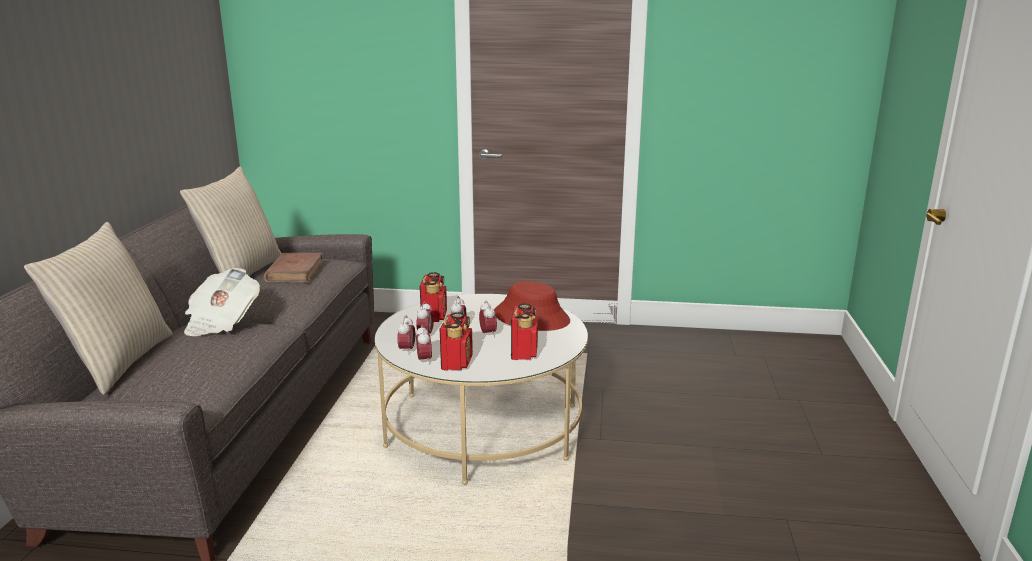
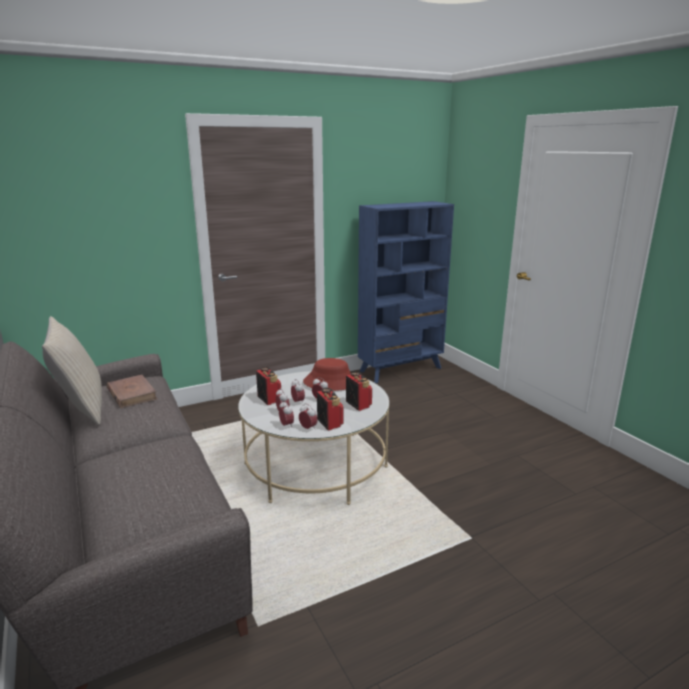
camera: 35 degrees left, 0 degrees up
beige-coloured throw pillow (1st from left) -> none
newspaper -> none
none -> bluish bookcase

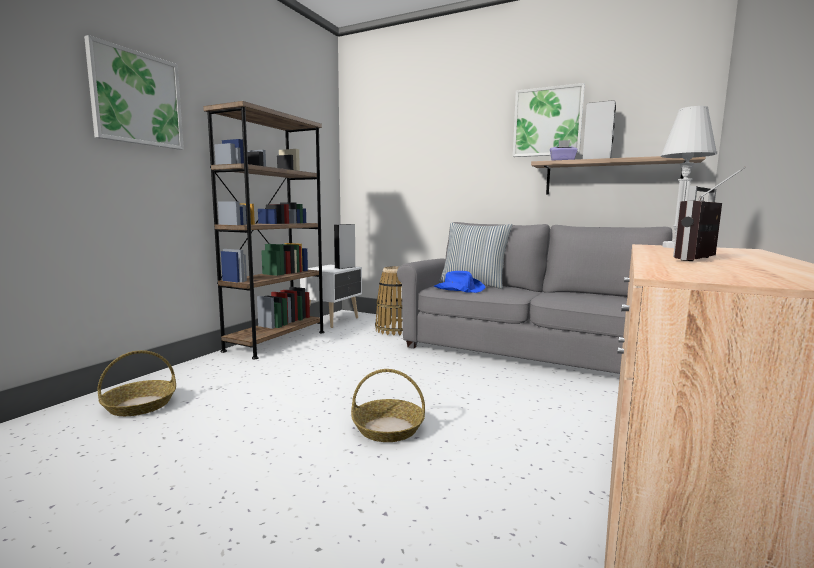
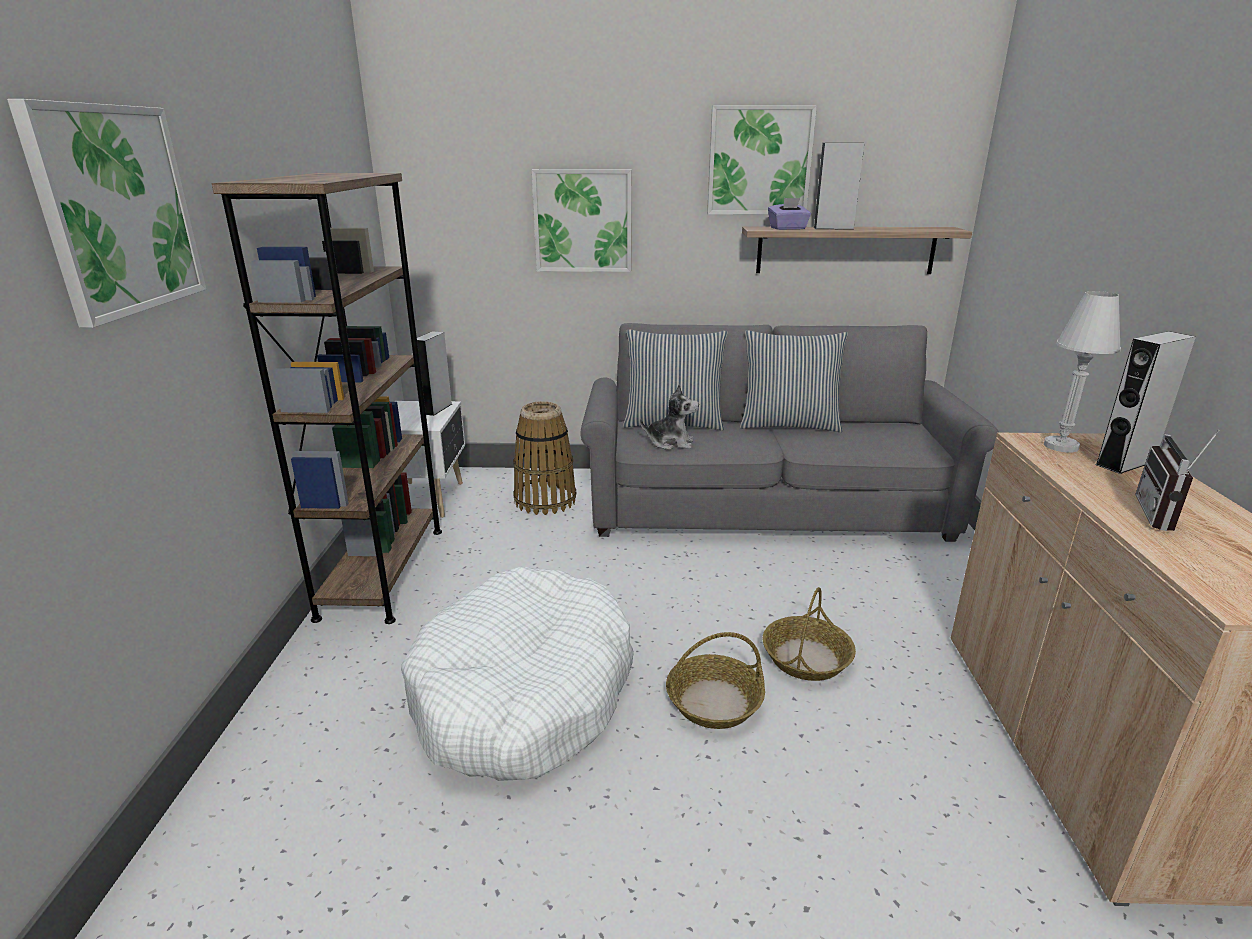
camera: 25 degrees left, 15 degrees up
storage basket (1st from left in the first image) -> storage basket (3rd from left), move
bluish wearable hat -> soft toy
none -> white-coloured dog bed
none -> wall art (2nd from left)
none -> throw pillow (2nd from left)
none -> greyish loudspeaker (3rd from left)

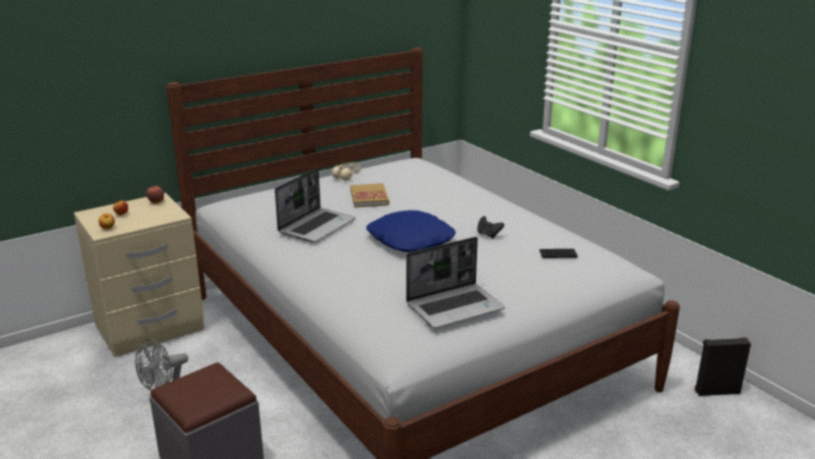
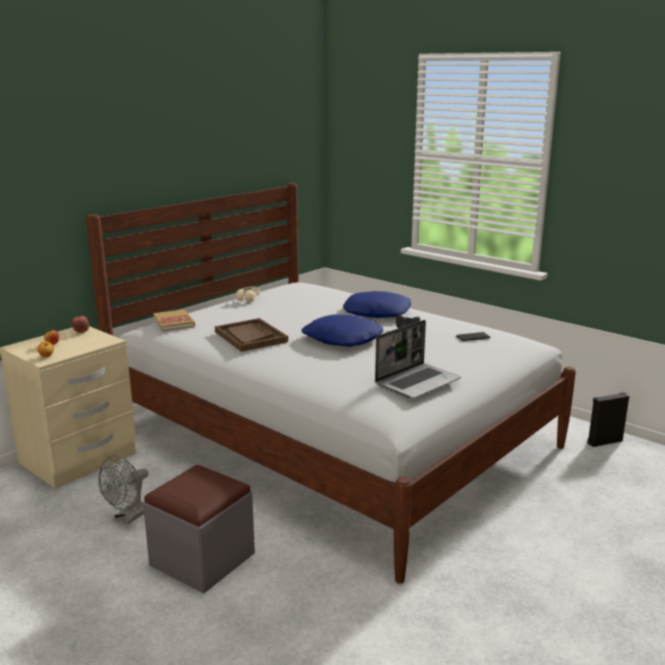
camera: 15 degrees left, 5 degrees down
portable computer (1st from left) -> brown-coloured tray
book, move
none -> bluish throw pillow (2nd from left)

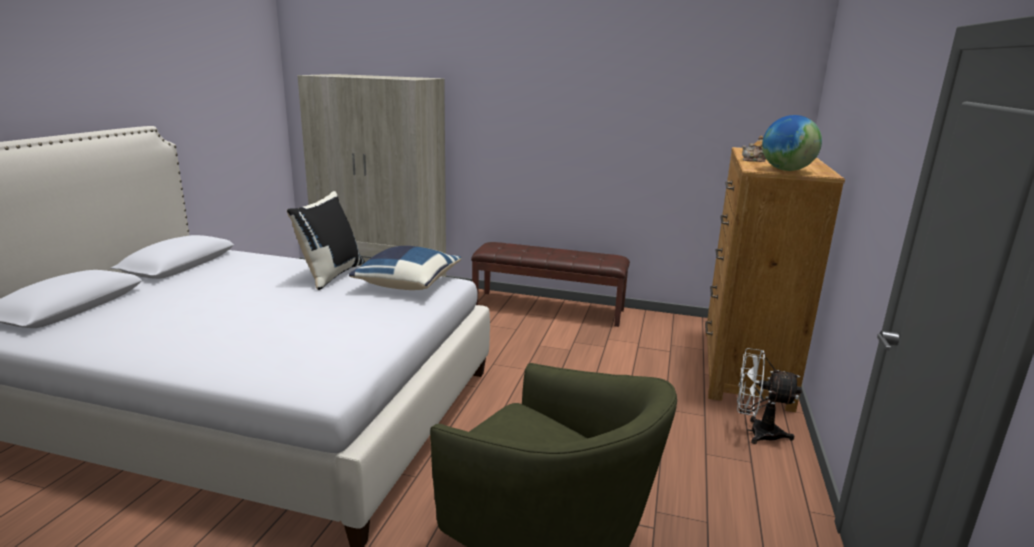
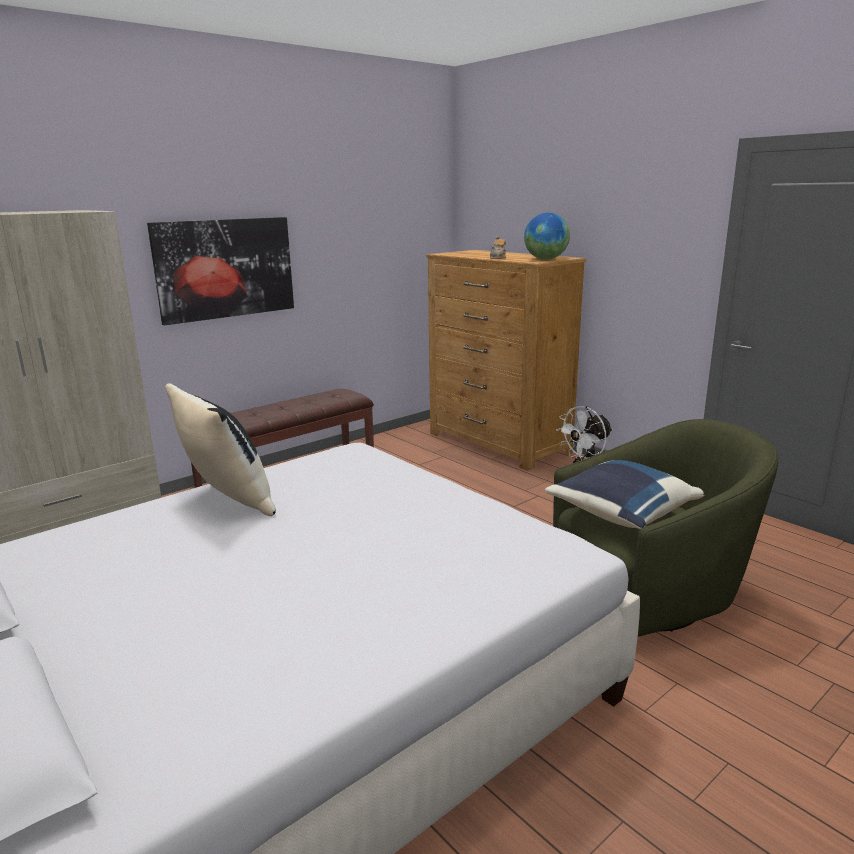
camera: 55 degrees left, 0 degrees up
bluish throw pillow, move
none -> wall art

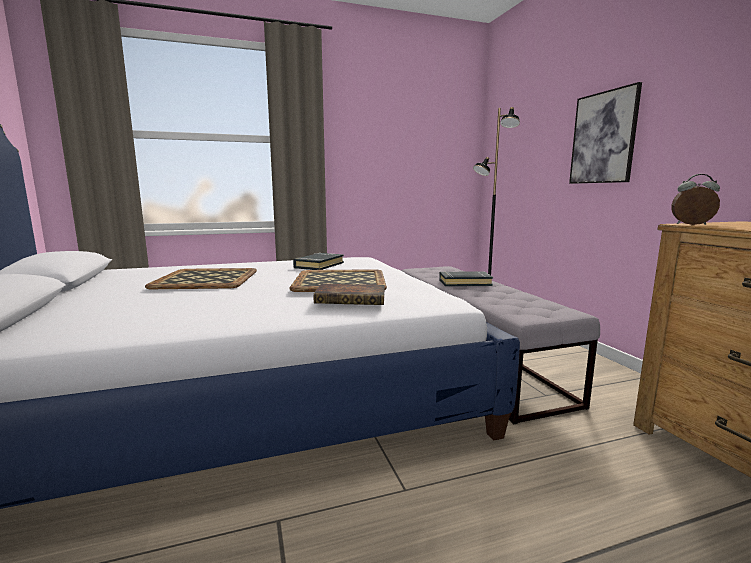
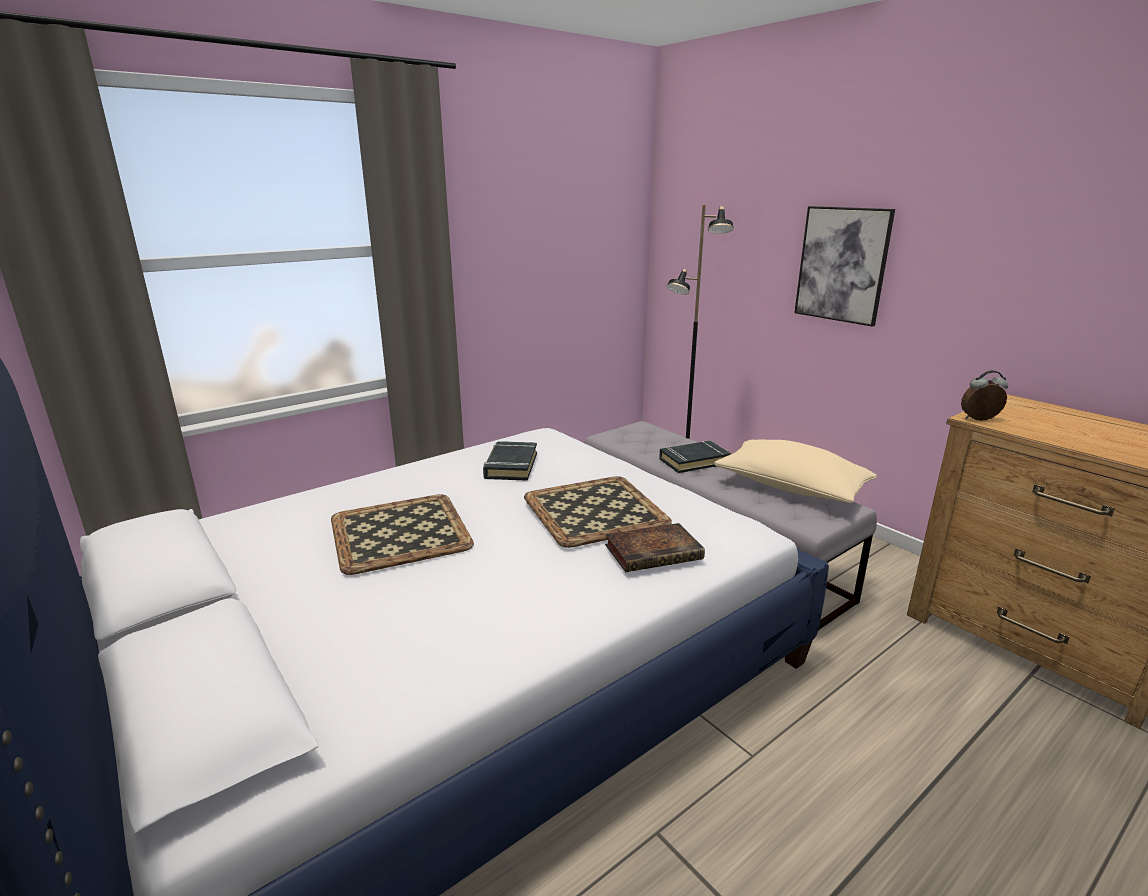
camera: 20 degrees left, 10 degrees up
none -> beige-coloured throw pillow

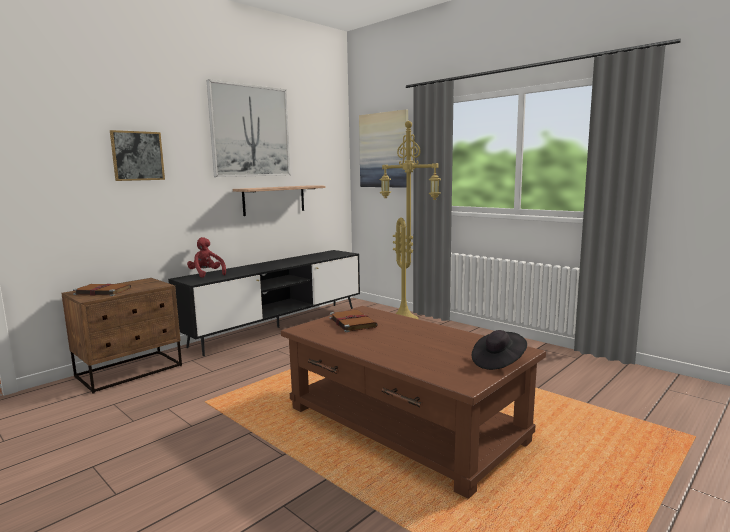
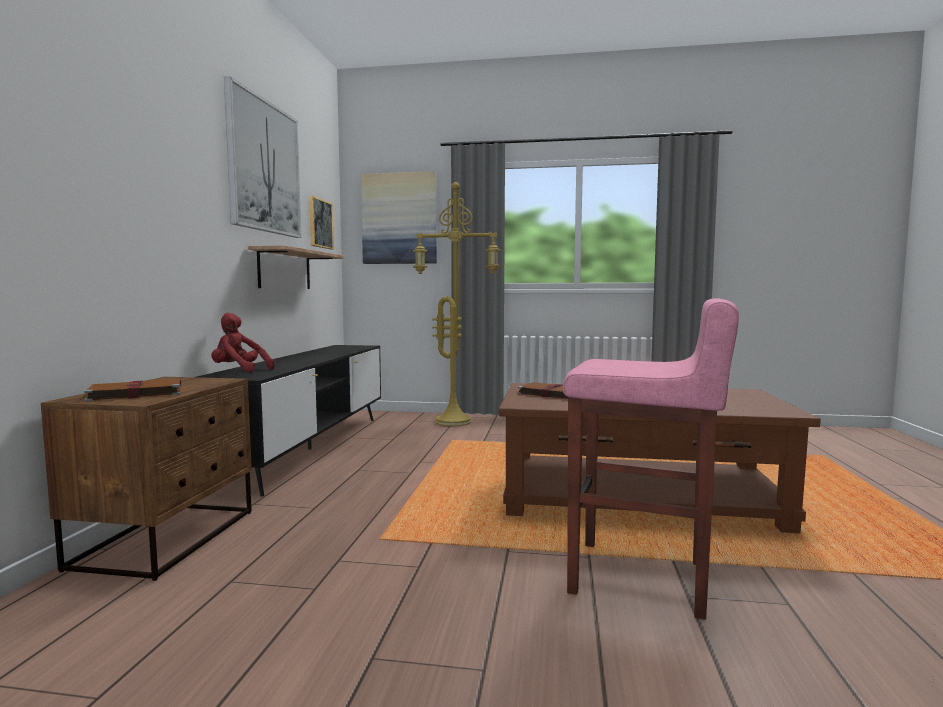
camera: 35 degrees left, 5 degrees down
wall art (1st from left in the first image) -> wall art (2nd from left), move
black-coloured wearable hat -> none
none -> pink-coloured stool

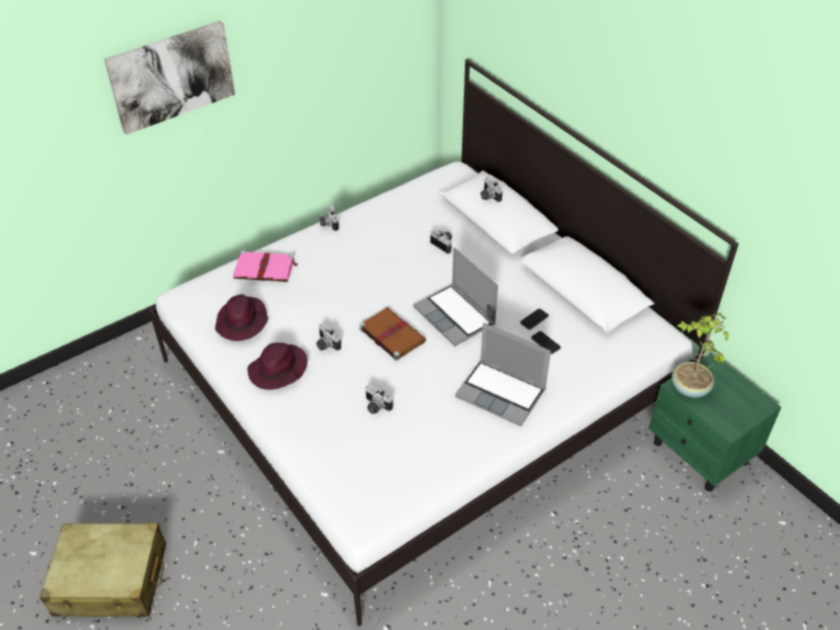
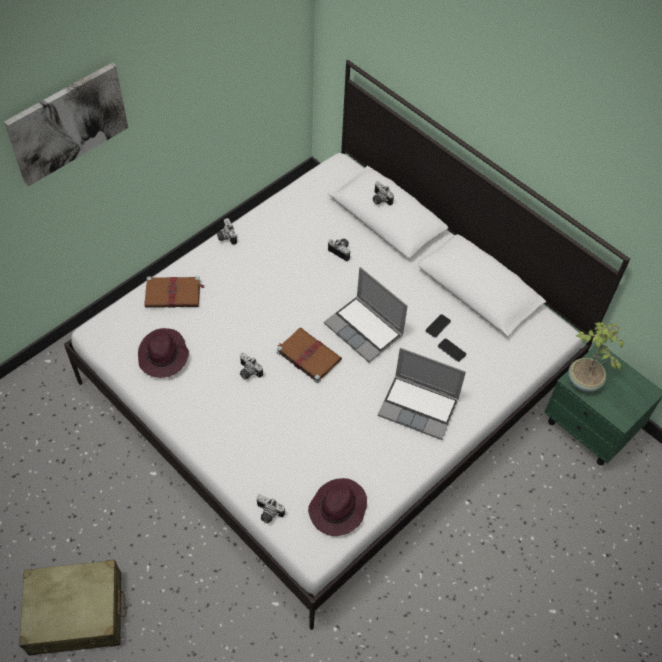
camera: 10 degrees left, 10 degrees up
pink-coloured book -> brown-coloured book (1st from left)
purple wearable hat (2nd from left), move
photo camera (3rd from left), move

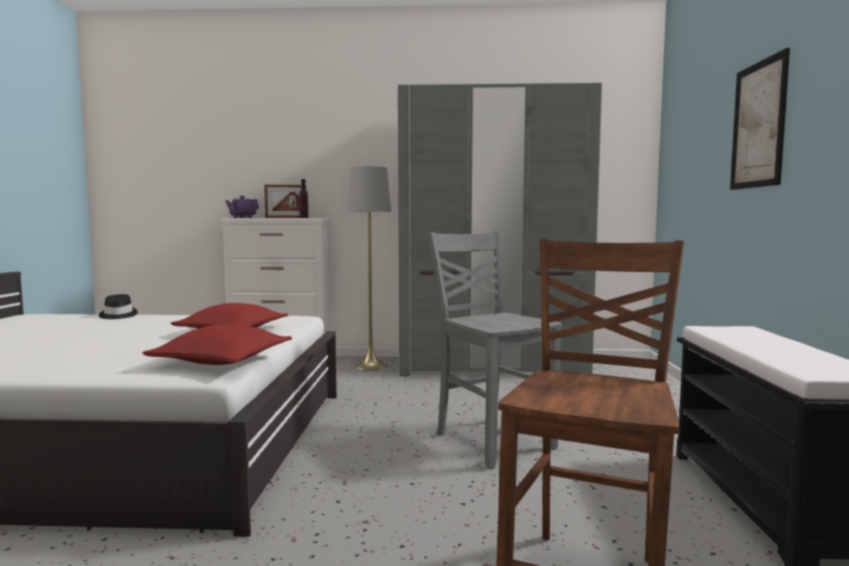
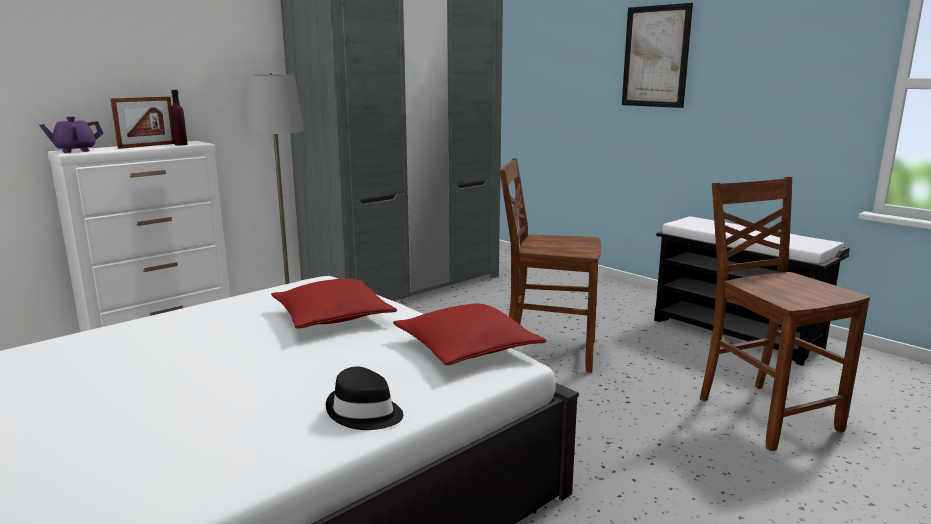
camera: 45 degrees left, 10 degrees up
black-coloured wearable hat, move
greyish chair -> brown-coloured chair (1st from left)

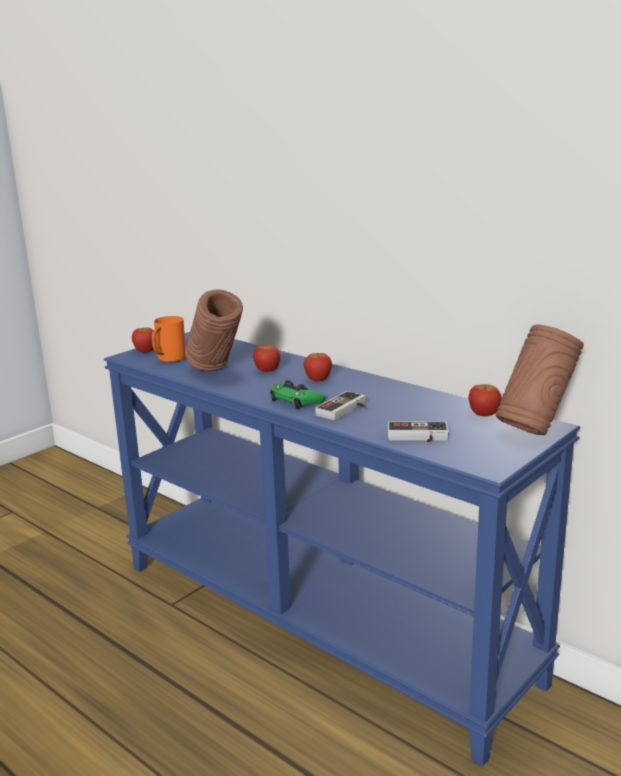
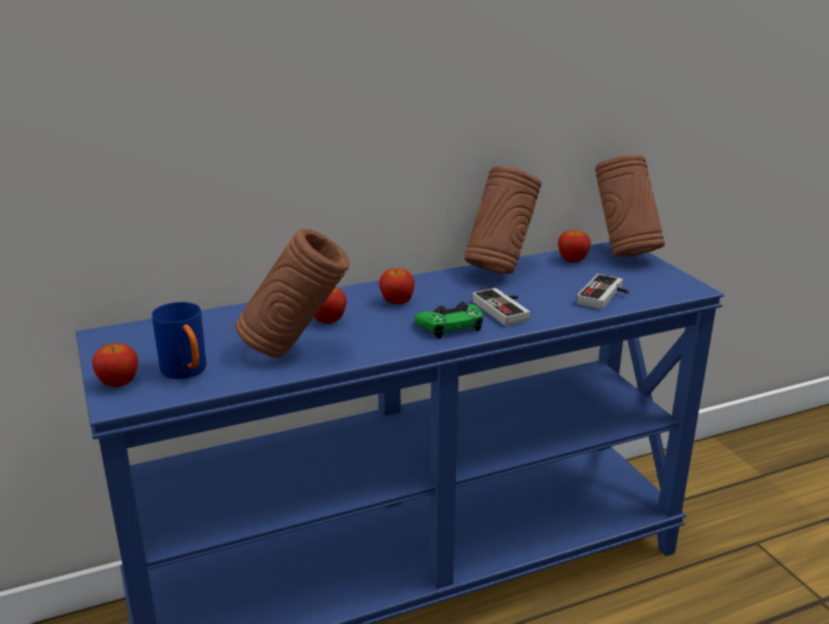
camera: 65 degrees left, 5 degrees up
orangey mug -> bluish mug
none -> brown-coloured decorative vase (2nd from left)

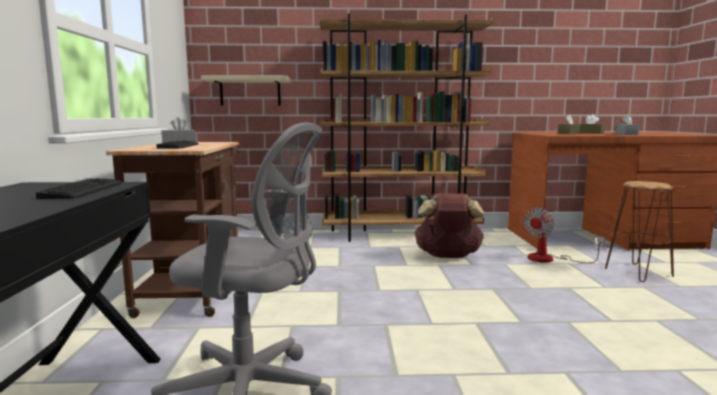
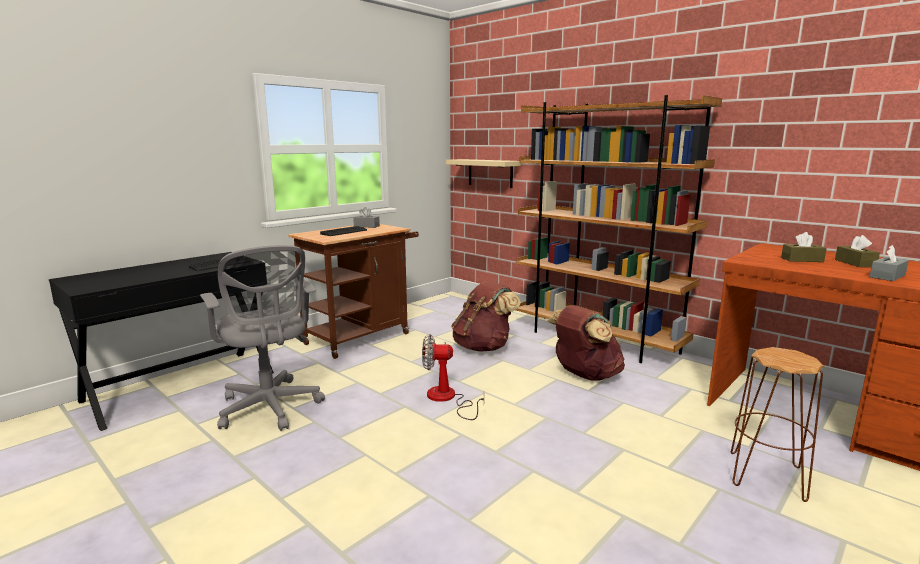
camera: 45 degrees right, 5 degrees up
electric fan, move
none -> brown-coloured rucksack (1st from left)

